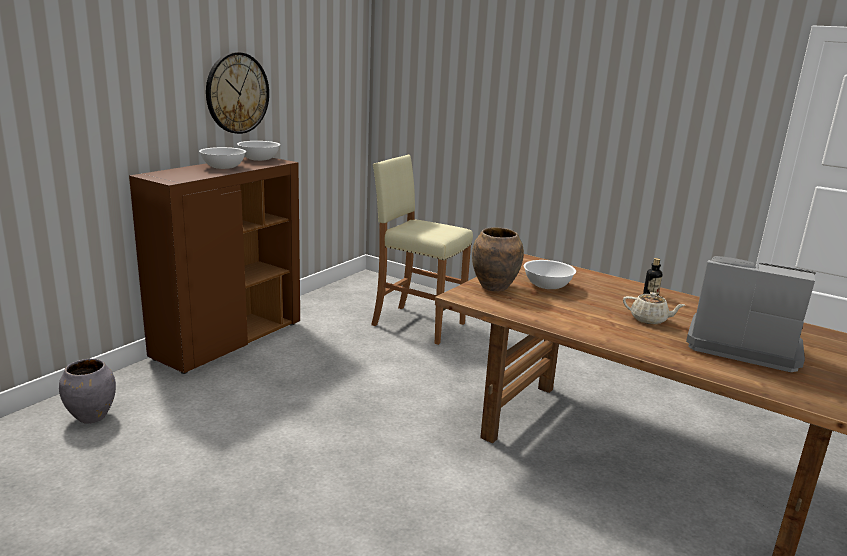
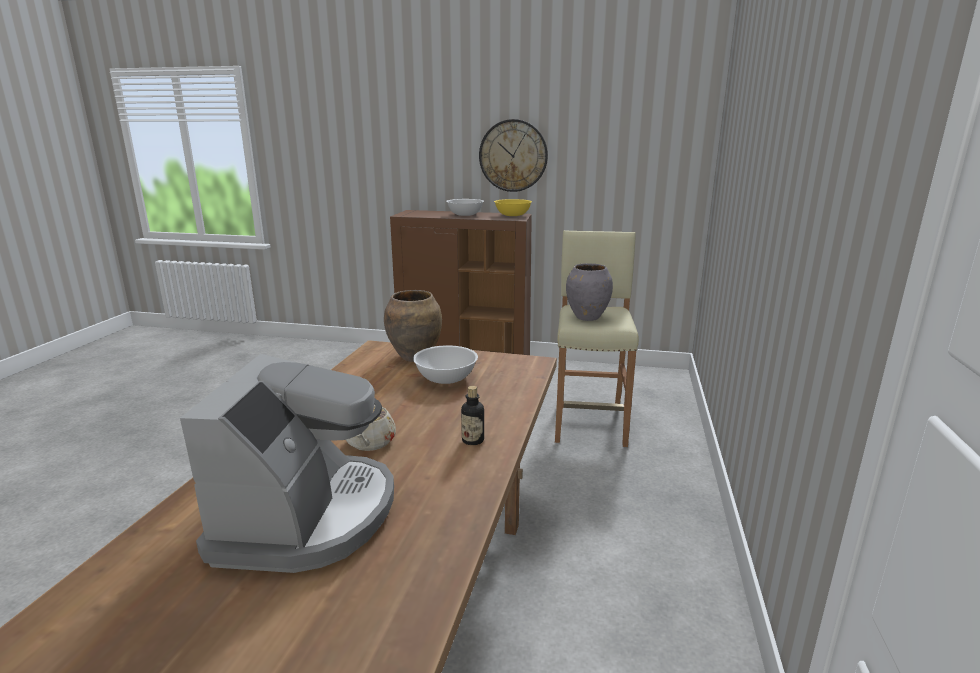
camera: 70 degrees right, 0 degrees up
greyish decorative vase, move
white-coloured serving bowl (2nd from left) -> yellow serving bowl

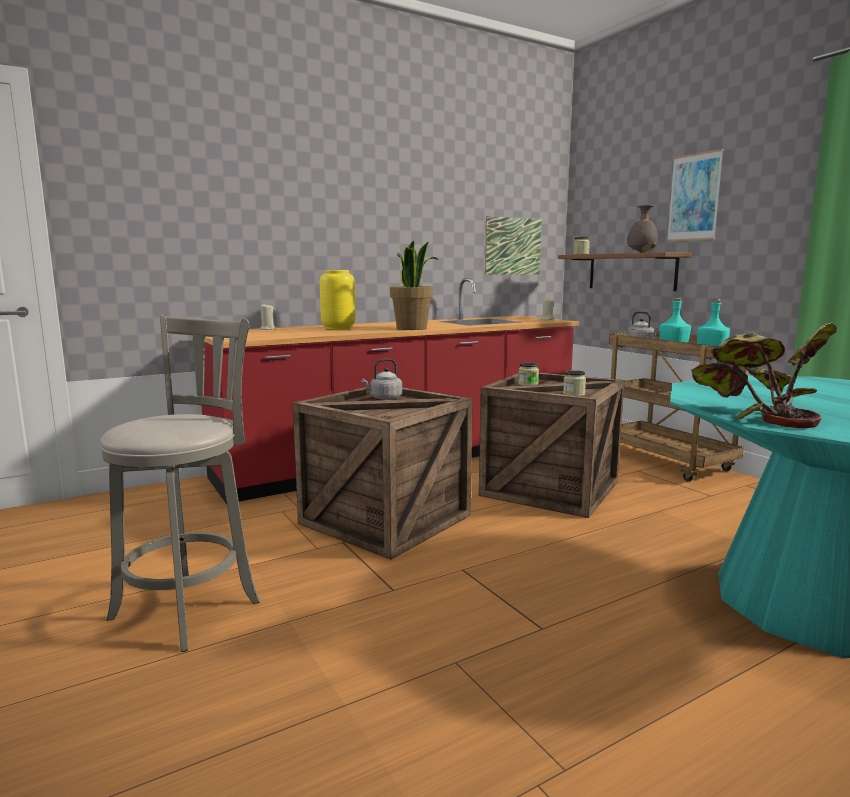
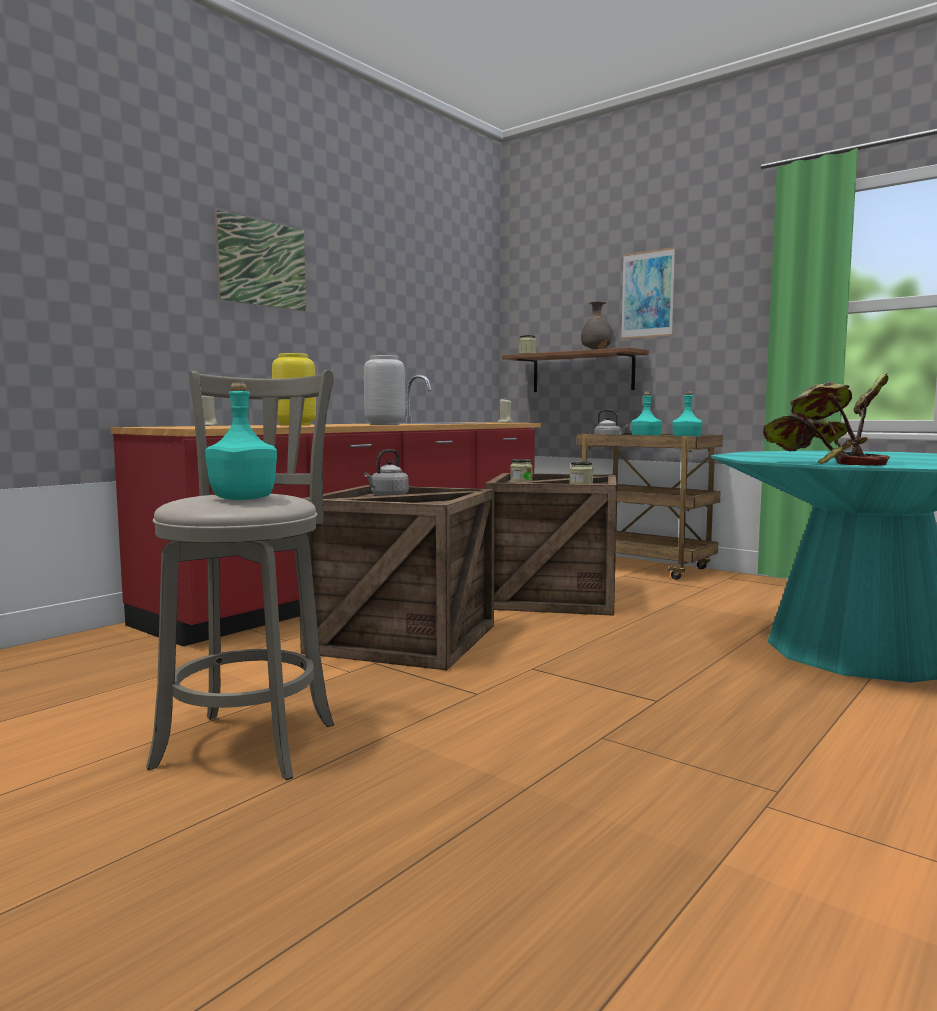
camera: 20 degrees left, 5 degrees down
plant in a pot (1st from left) -> greyish decorative vase (1st from left)
wall art (1st from left), move
none -> blue-green drink bottle (1st from left)

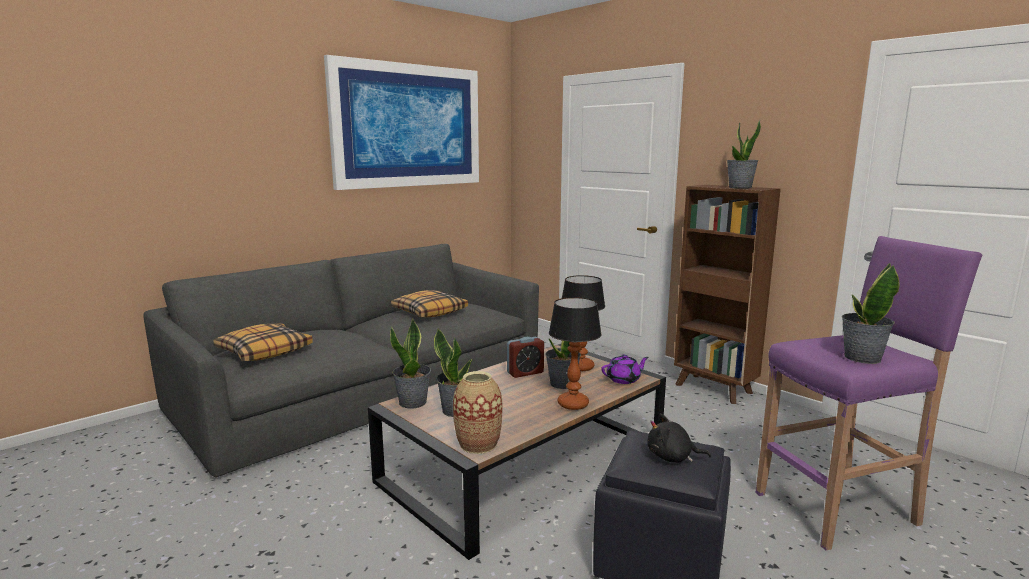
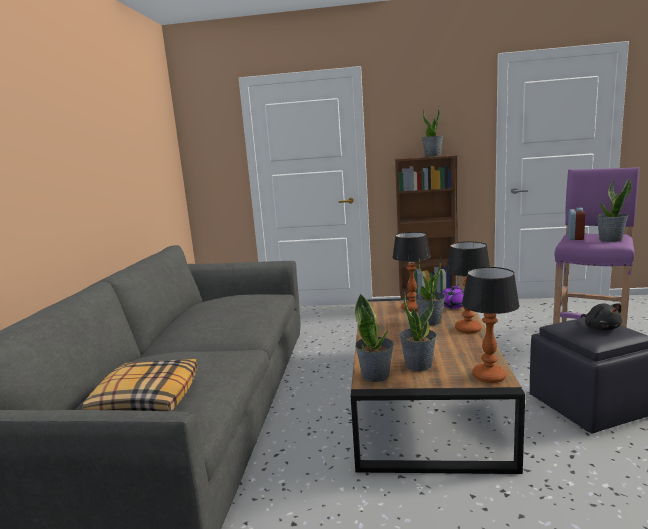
camera: 40 degrees left, 0 degrees up
wall art -> none
throw pillow (2nd from left) -> none
decorative vase -> tabletop lamp (3rd from left)
bedside clock, move
black-coloured soft toy, 75 degrees counterclockwise

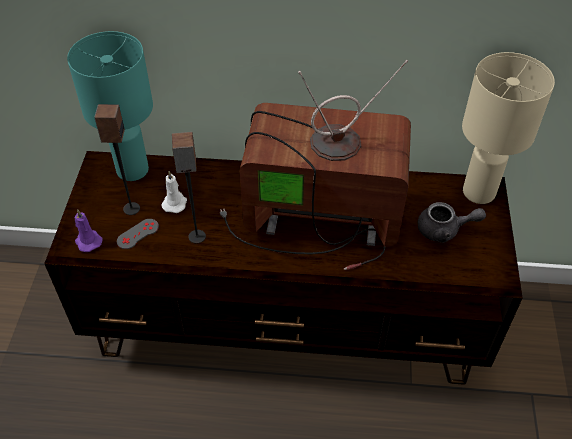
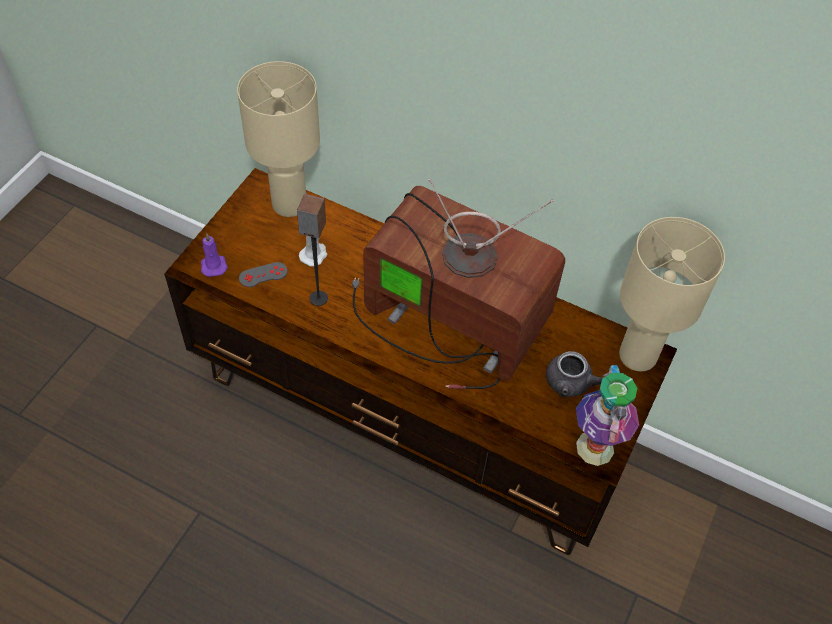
camera: 20 degrees right, 5 degrees up
blue-green tabletop lamp -> beige-coloured tabletop lamp (1st from left)
loudspeaker (1st from left) -> none
none -> decorative vase

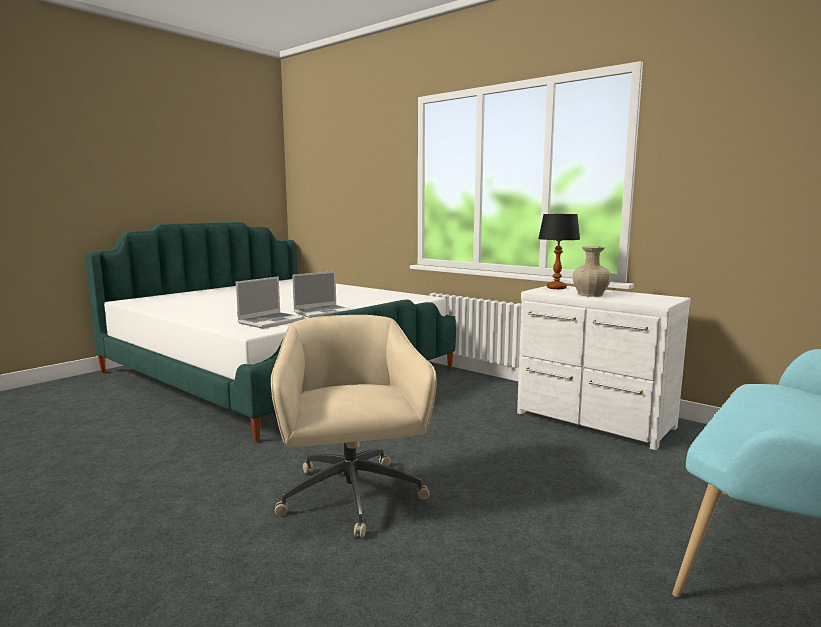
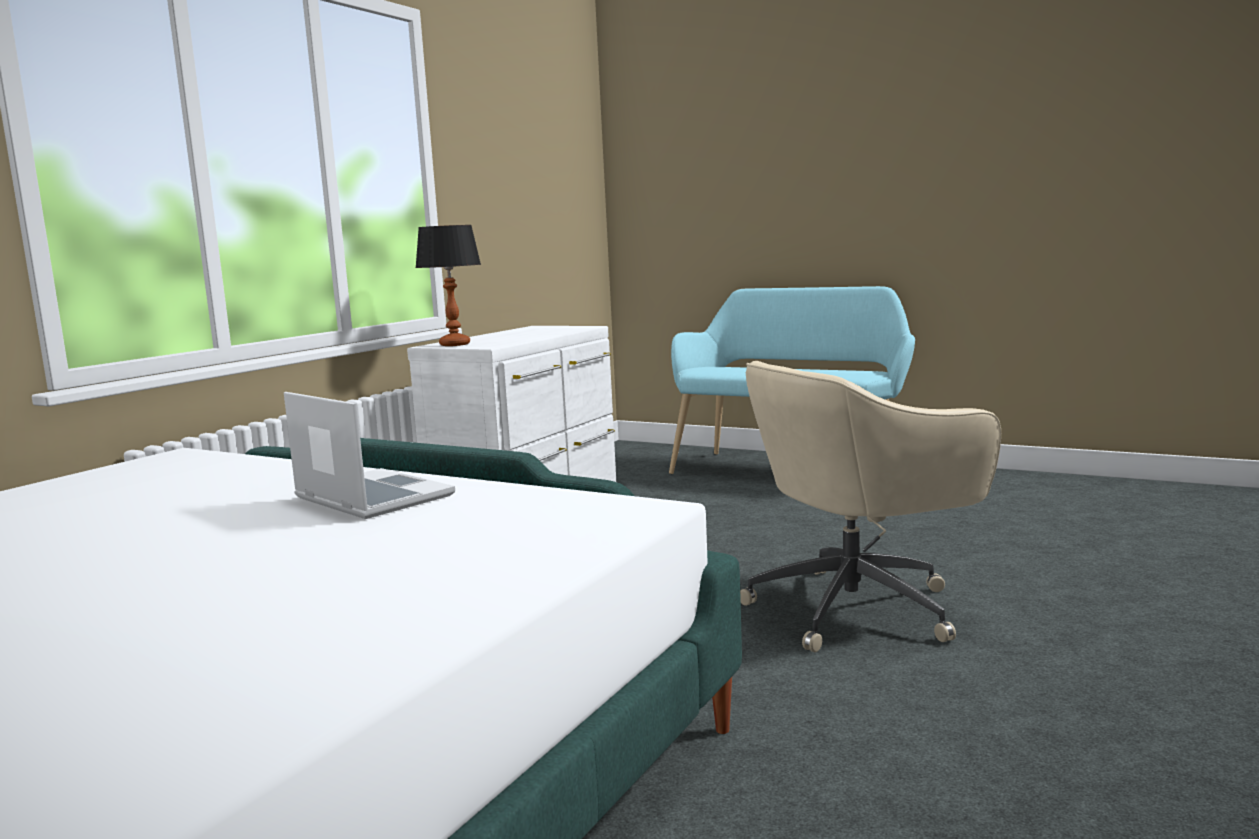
camera: 100 degrees left, 0 degrees up
portable computer (1st from left) -> none
beige-coloured decorative vase -> none

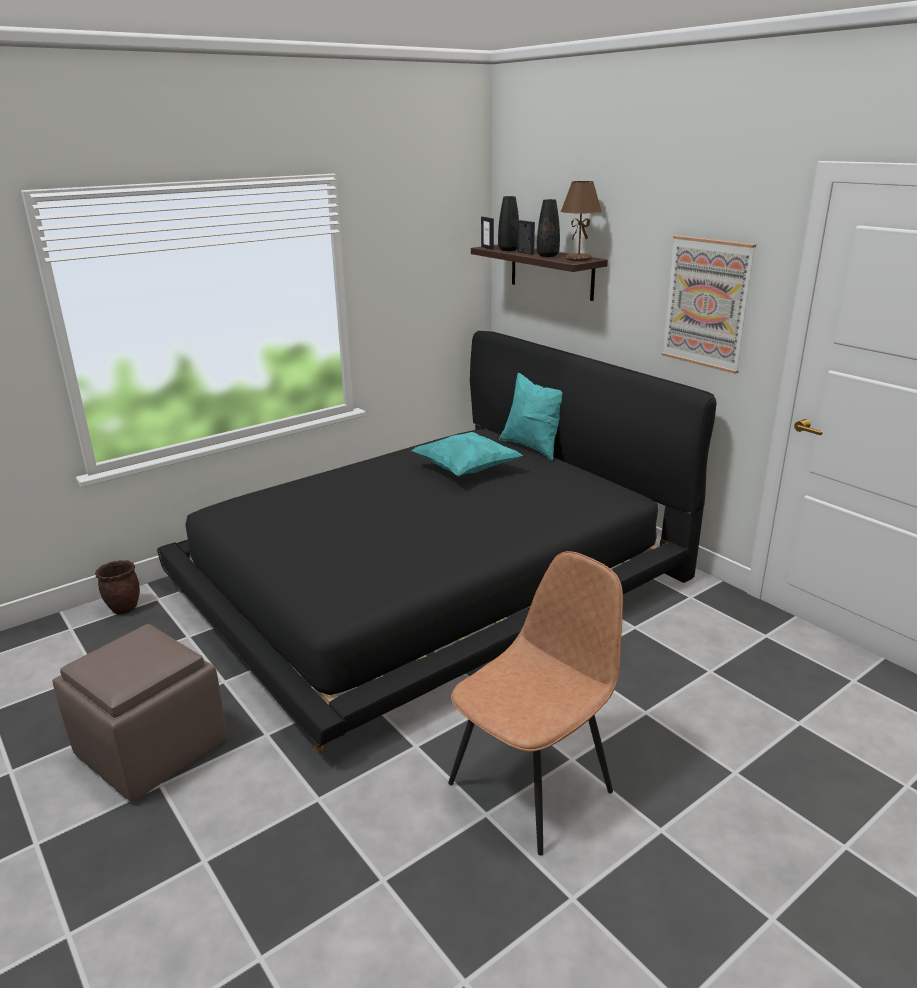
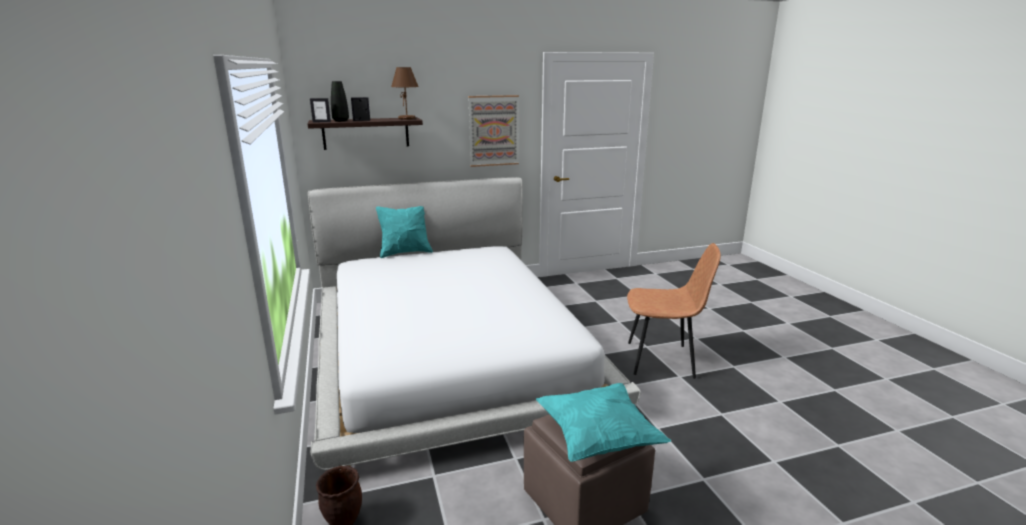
camera: 70 degrees left, 5 degrees down
black-coloured bed -> white-coloured bed
blue-green throw pillow (1st from left in the first image) -> blue-green throw pillow (2nd from left), move
brown-coloured chair, 120 degrees clockwise
black-coloured decorative vase (2nd from left) -> none

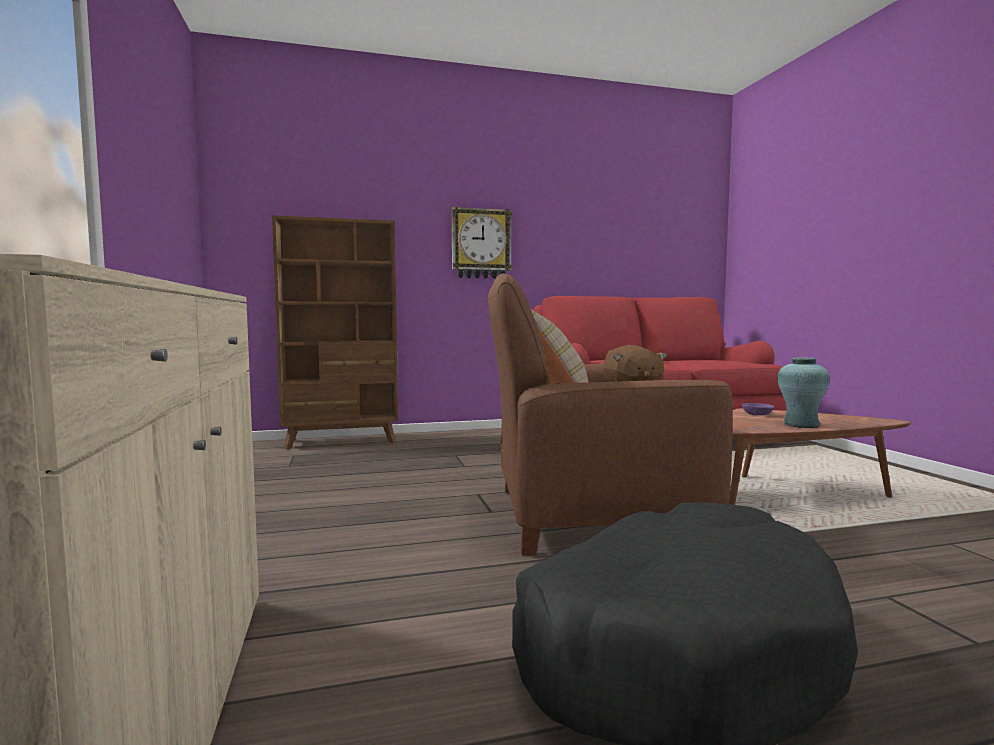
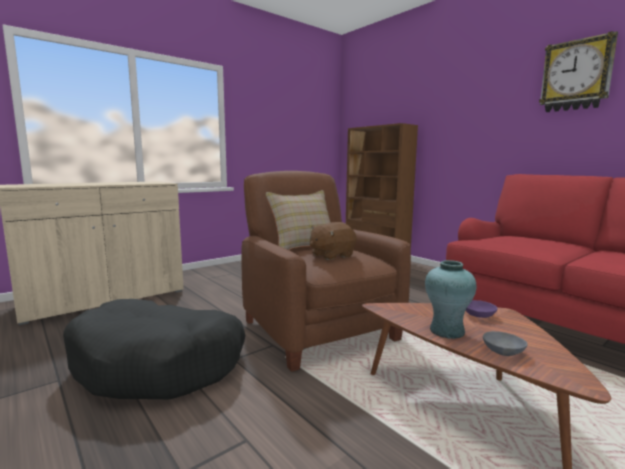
camera: 65 degrees right, 5 degrees up
wall clock, move
none -> greyish serving bowl

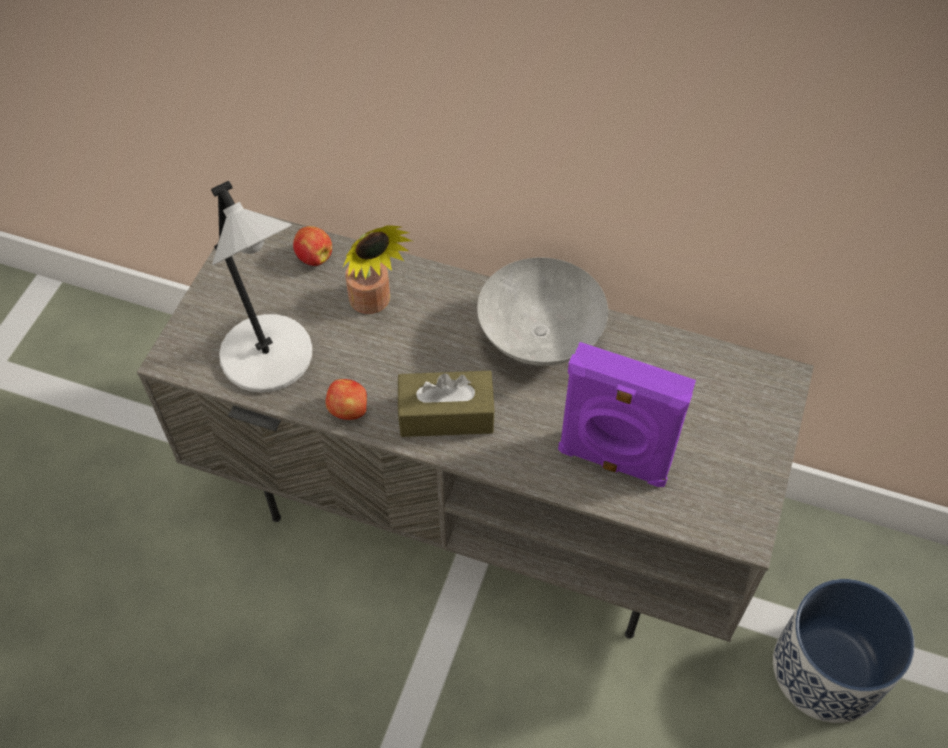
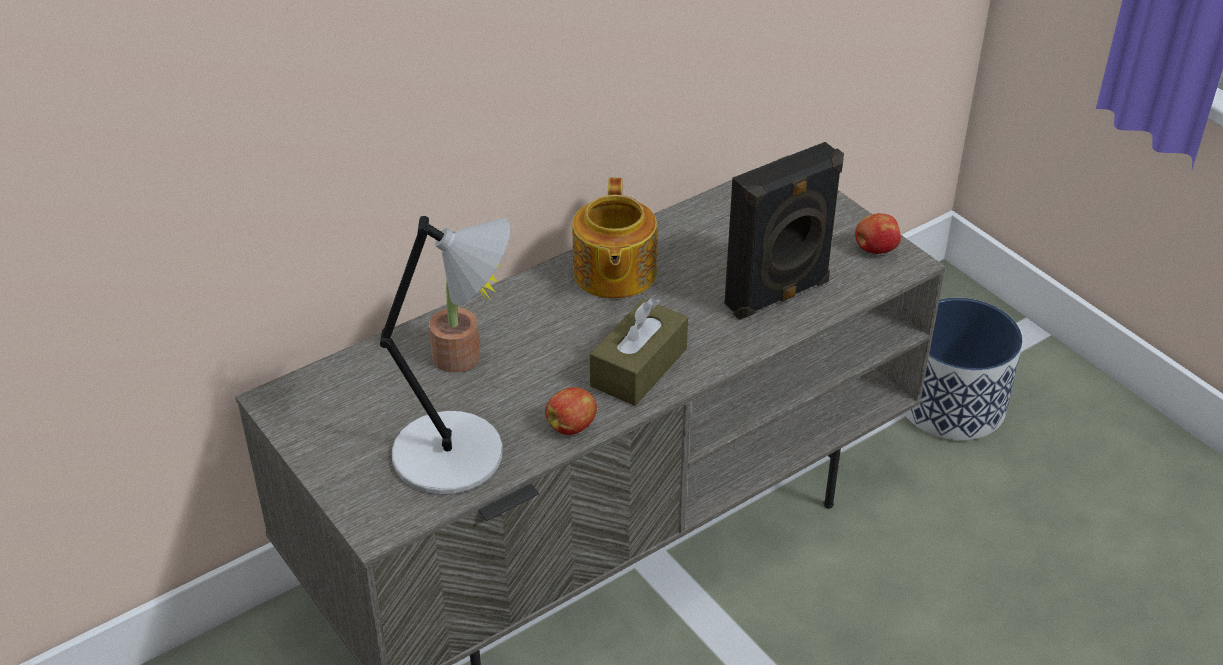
camera: 55 degrees left, 15 degrees down
whole apple (1st from left in the first image) -> whole apple (2nd from left), move
greyish serving bowl -> pot for tea
purple loudspeaker -> black-coloured loudspeaker

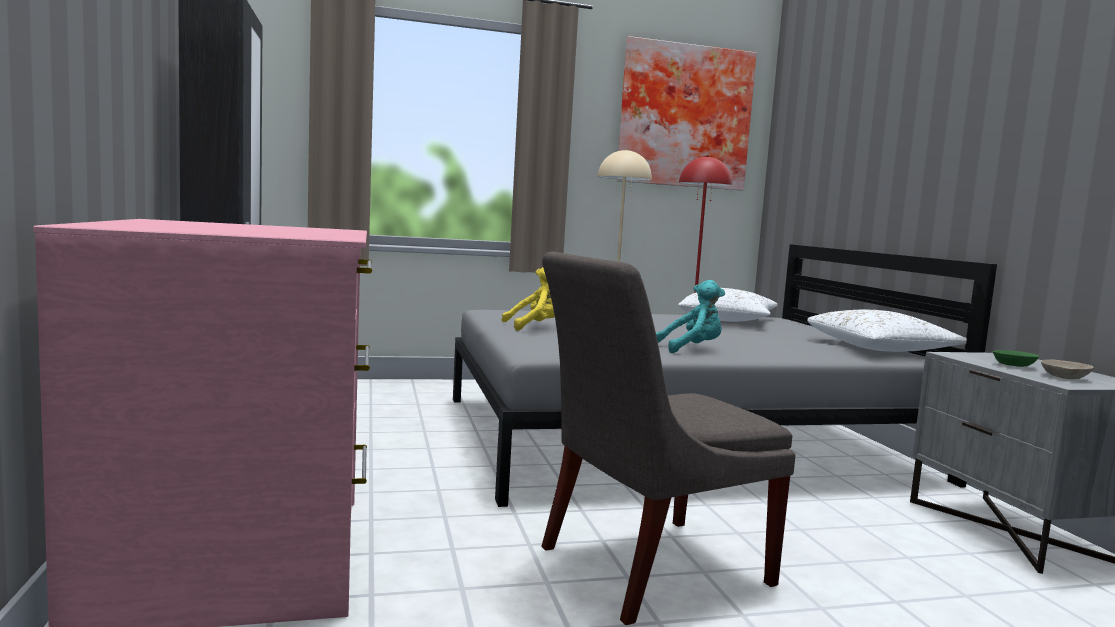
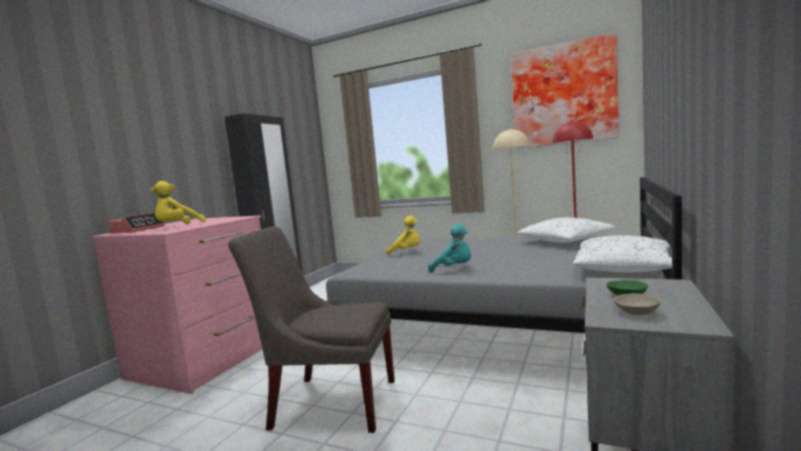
camera: 40 degrees right, 0 degrees up
none -> bedside clock
none -> yellow soft toy (1st from left)

